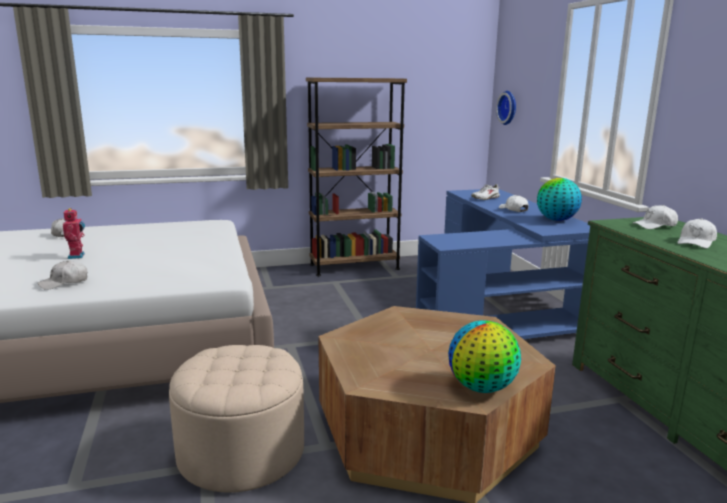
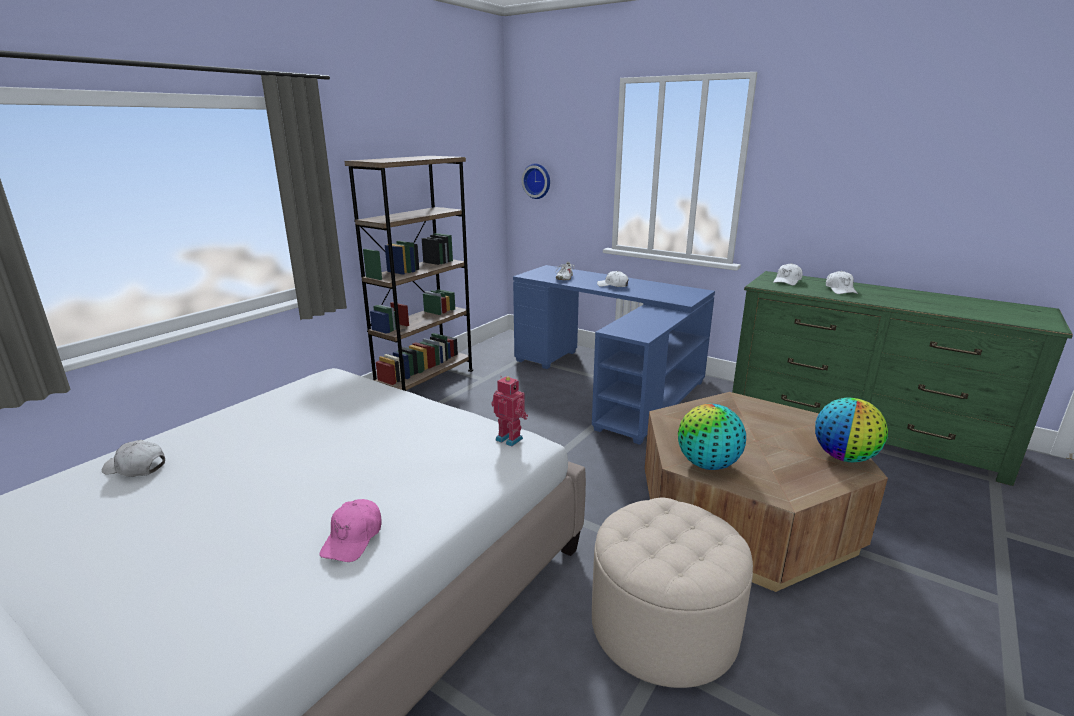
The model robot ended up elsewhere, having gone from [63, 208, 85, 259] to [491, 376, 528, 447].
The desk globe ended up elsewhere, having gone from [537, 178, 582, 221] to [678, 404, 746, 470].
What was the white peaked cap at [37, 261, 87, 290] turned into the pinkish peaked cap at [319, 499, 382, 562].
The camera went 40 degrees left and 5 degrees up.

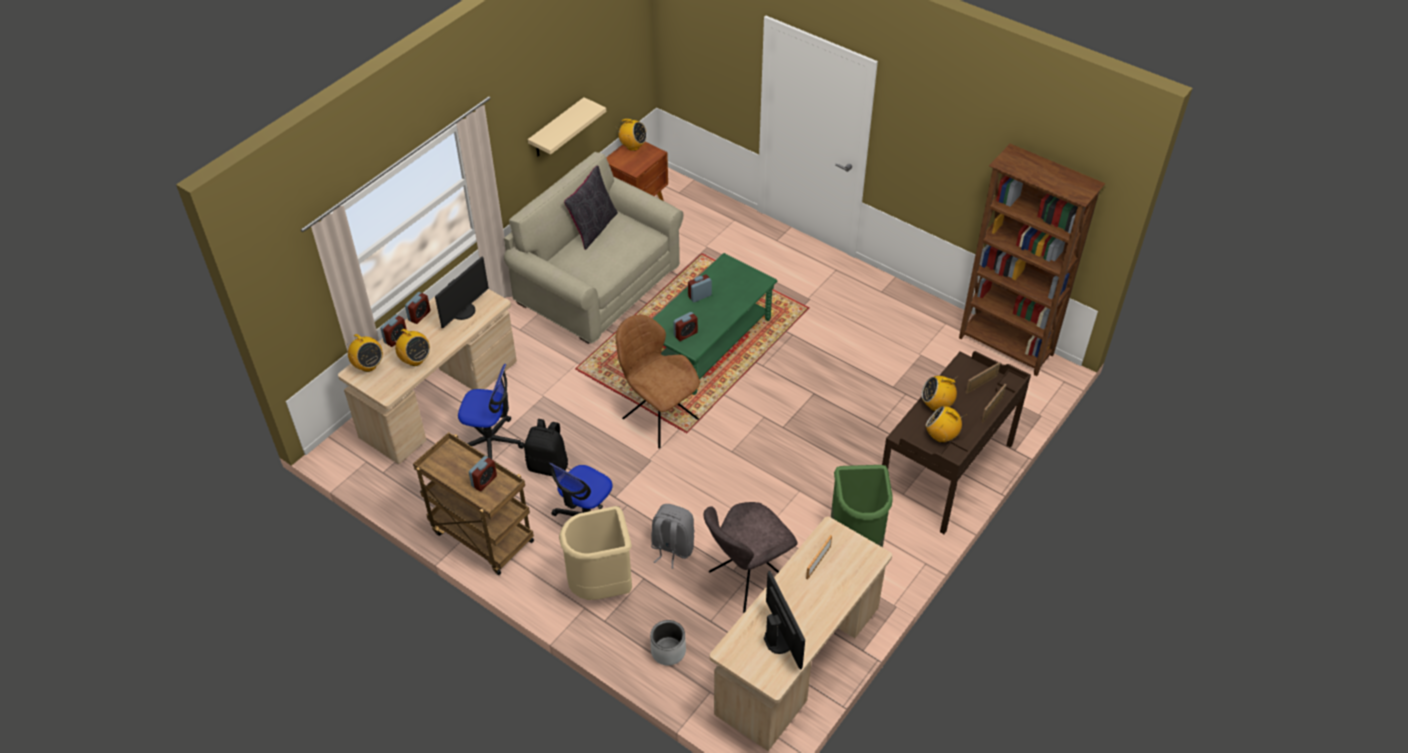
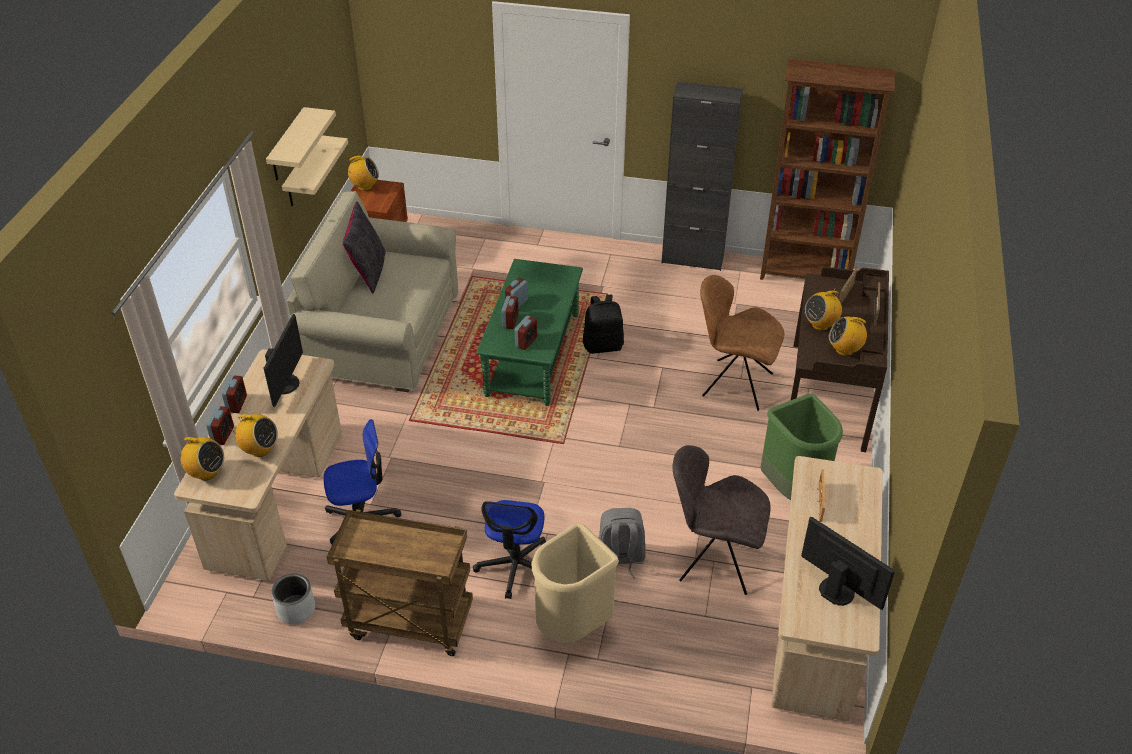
The second view gained the beige shelf at [266, 107, 336, 180].
The second view gained the black-coloured cabinet at [662, 82, 743, 271].
The bedside clock ended up elsewhere, having gone from [469, 456, 497, 491] to [502, 296, 519, 329].
The black-coloured rucksack ended up elsewhere, having gone from [524, 419, 568, 476] to [583, 295, 624, 354].
The brown plain chair ended up elsewhere, having gone from [615, 315, 700, 448] to [700, 275, 784, 411].
The grey plant pot ended up elsewhere, having gone from [650, 620, 686, 666] to [271, 574, 315, 624].
The grey plain chair at [703, 502, 798, 613] ended up facing another way, 75 degrees clockwise from before.
The camera went 25 degrees left and 5 degrees down.

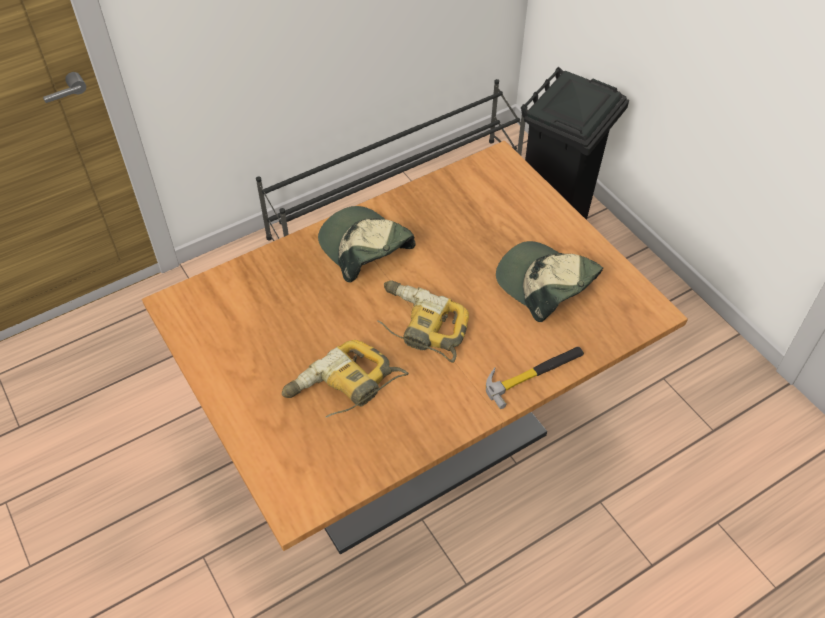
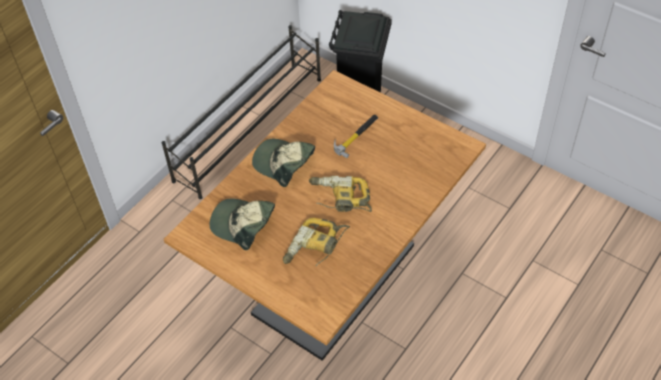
The hand hammer ended up elsewhere, having gone from [486, 347, 584, 409] to [334, 115, 378, 158].
The peaked cap ended up elsewhere, having gone from [496, 241, 603, 322] to [210, 198, 275, 250].
The camera went 20 degrees left and 0 degrees up.

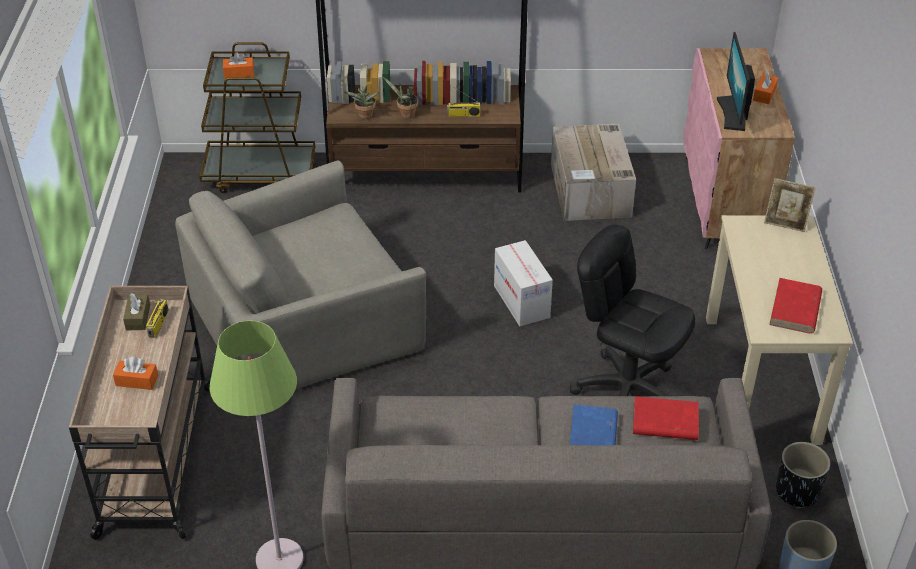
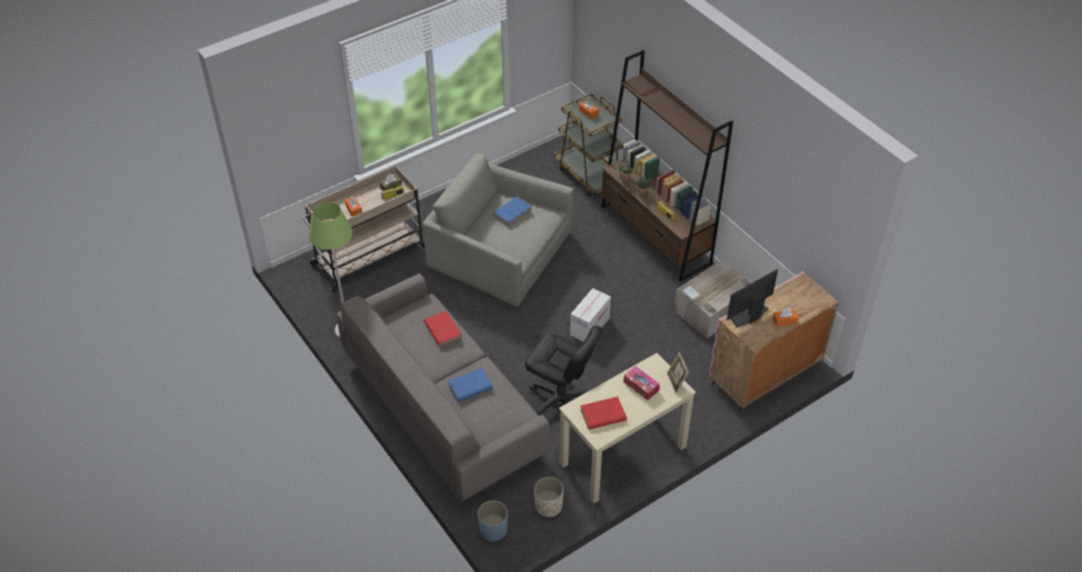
The second view gained the blue-coloured volume at [493, 196, 532, 226].
The second view gained the tissue box at [624, 366, 660, 400].
The reddish volume ended up elsewhere, having gone from [633, 396, 699, 440] to [424, 311, 462, 347].
What was the black-coloured plant pot at [776, 442, 830, 508] turned into the beige plant pot at [534, 477, 564, 517].
The black-coloured office chair at [570, 224, 695, 396] ended up facing another way, 120 degrees clockwise from before.
The camera went 55 degrees right and 5 degrees up.

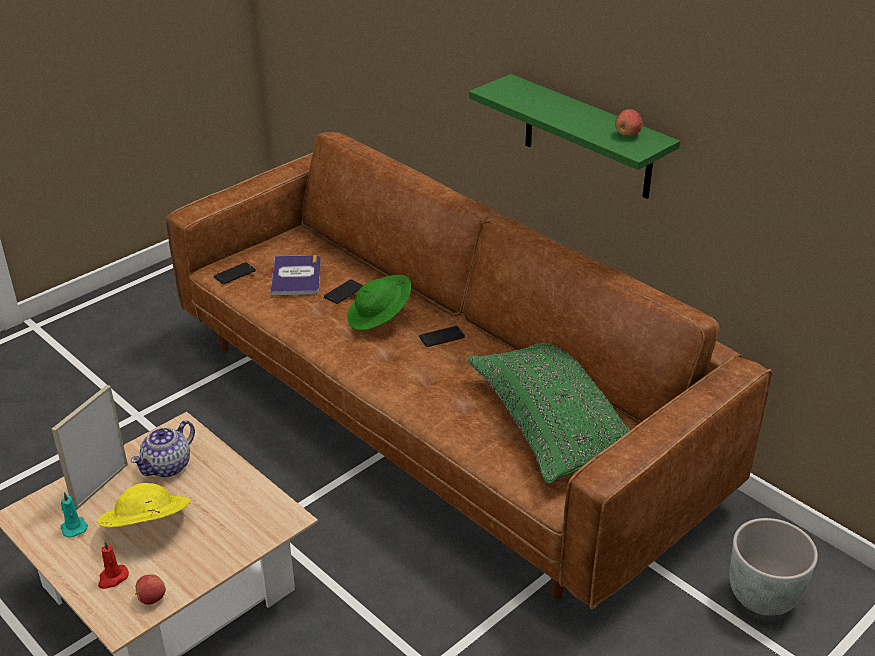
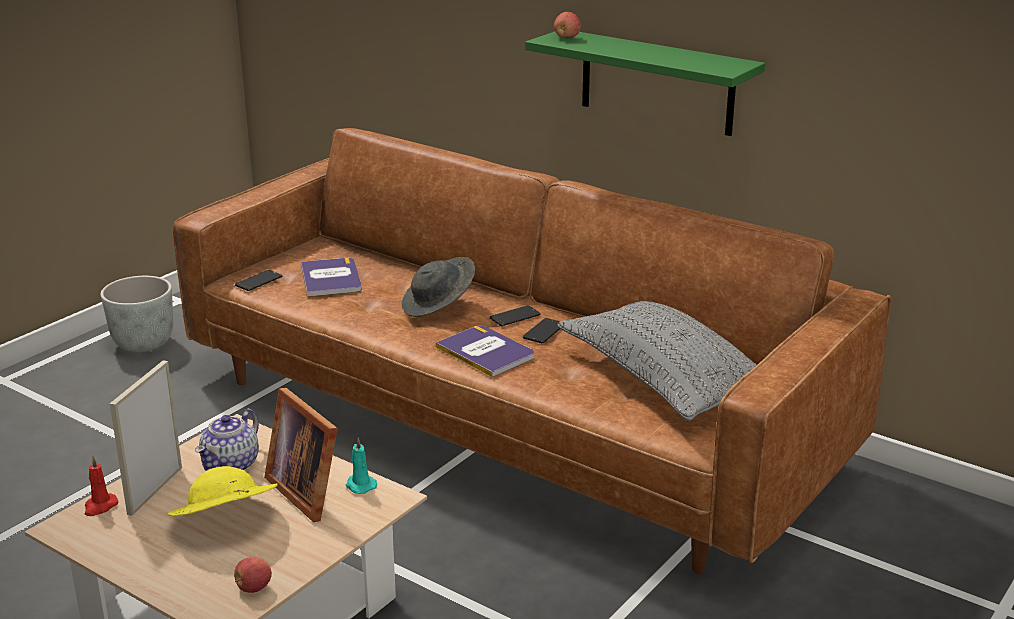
The second view gained the standing frame at [264, 388, 338, 522].
The second view gained the volume at [436, 325, 534, 377].
The turquoise wax light ended up elsewhere, having gone from [61, 492, 88, 537] to [345, 437, 377, 494].
The reddish wax light ended up elsewhere, having gone from [98, 541, 129, 589] to [85, 456, 118, 516].
The phone ended up elsewhere, having gone from [324, 280, 363, 304] to [523, 318, 560, 343].
The whole apple ended up elsewhere, having gone from [615, 109, 643, 136] to [554, 12, 581, 38].
The grey plant pot ended up elsewhere, having gone from [729, 518, 818, 616] to [100, 276, 173, 352].
What was the greenish clothing hat at [347, 275, 411, 331] turned into the grey clothing hat at [401, 257, 475, 317].
What was the greenish cushion at [468, 343, 630, 484] turned into the grey cushion at [557, 301, 757, 421].
The camera went 10 degrees left and 10 degrees down.

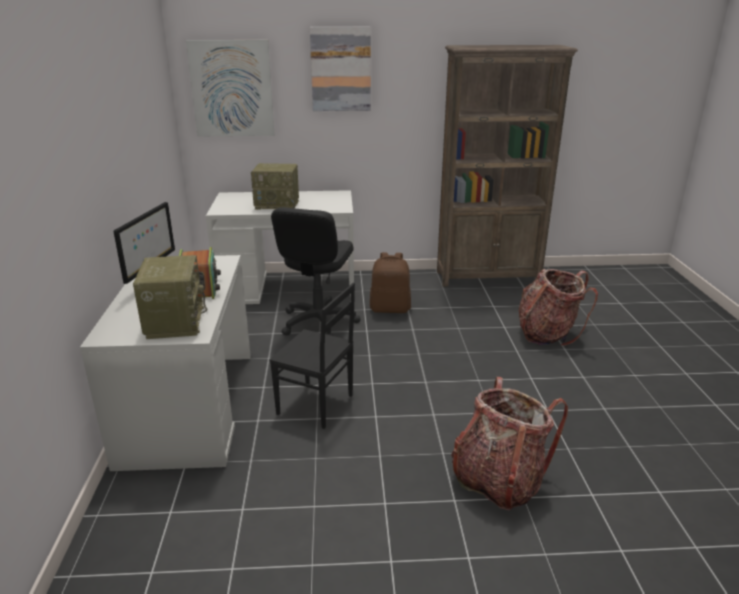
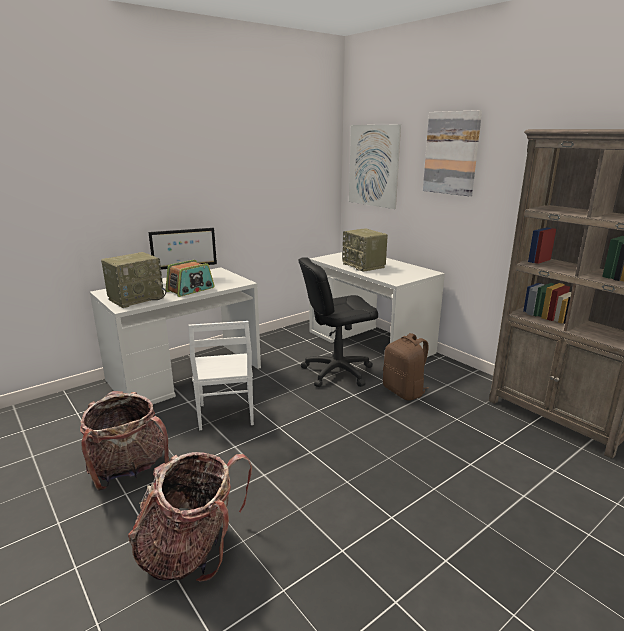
The rucksack ended up elsewhere, having gone from [519, 269, 598, 346] to [80, 391, 169, 491].
What was the black-coloured plain chair at [269, 283, 355, 429] turned into the white plain chair at [188, 321, 254, 431].
The camera went 55 degrees right and 5 degrees down.

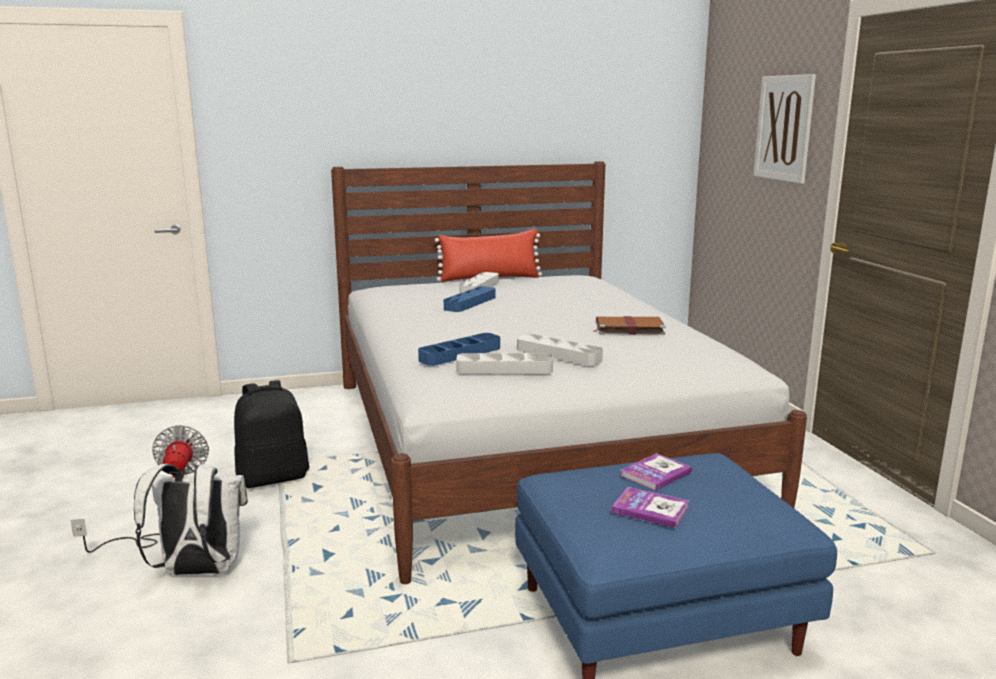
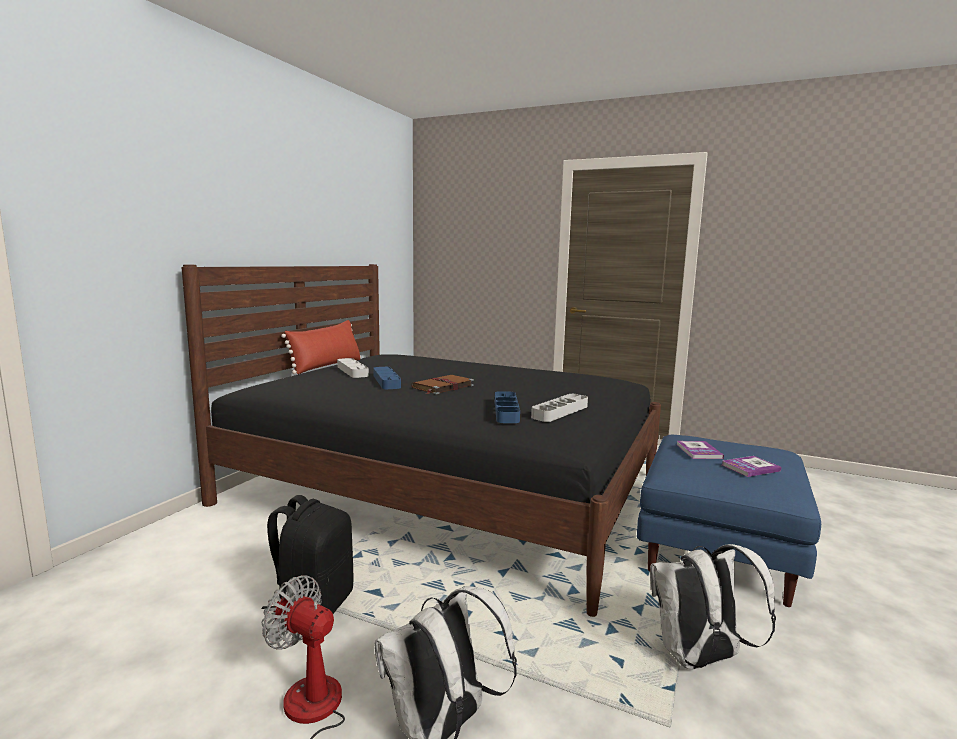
The second view lost the grey carrying tray at [517, 334, 603, 366].
The second view lost the wall art at [754, 74, 816, 184].
The second view gained the white rucksack at [650, 544, 776, 669].
The brown volume ended up elsewhere, having gone from [592, 316, 666, 335] to [411, 375, 474, 394].
What was the white sleeping bed at [331, 161, 807, 584] turned into the black-coloured sleeping bed at [181, 264, 661, 617].
The camera went 50 degrees left and 5 degrees down.

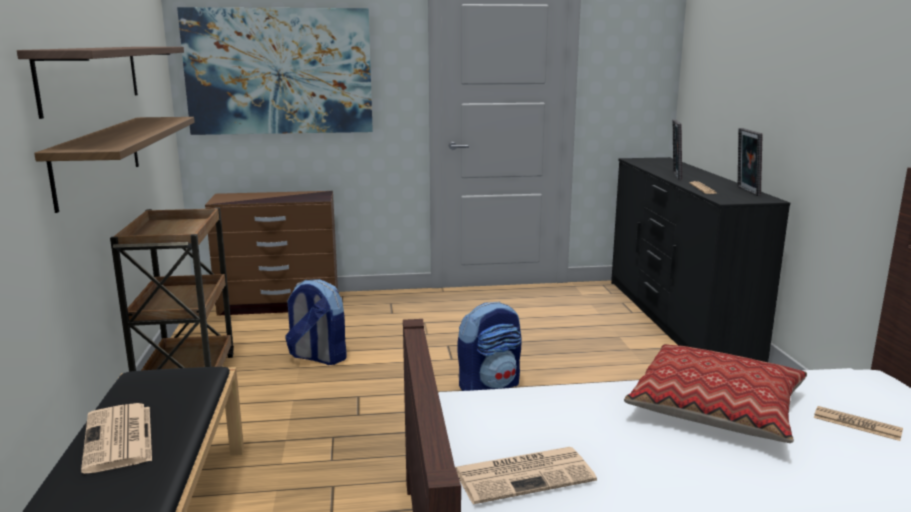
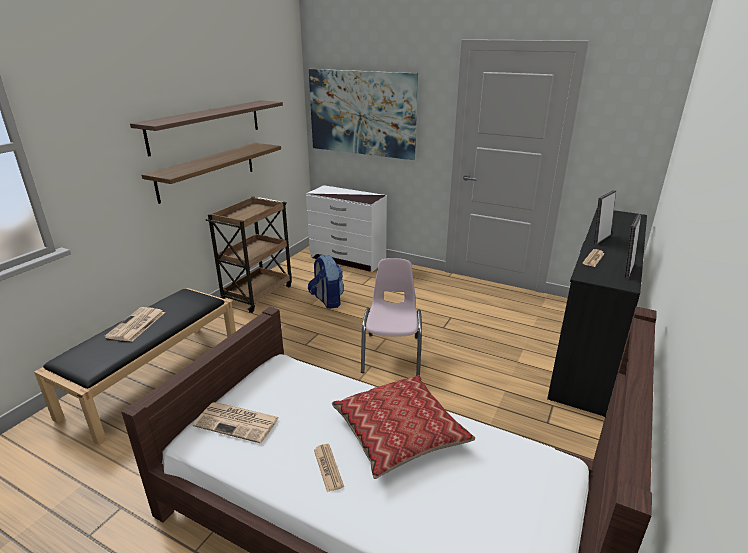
The daily paper ended up elsewhere, having gone from [814, 406, 903, 441] to [314, 444, 344, 492].
Where the rucksack stood at [458, 301, 522, 391], the pinkish plain chair came to stand at [361, 258, 422, 376].
What was the brown chest of drawers at [205, 191, 338, 316] turned into the white chest of drawers at [306, 185, 387, 272].
The camera went 35 degrees right and 10 degrees up.

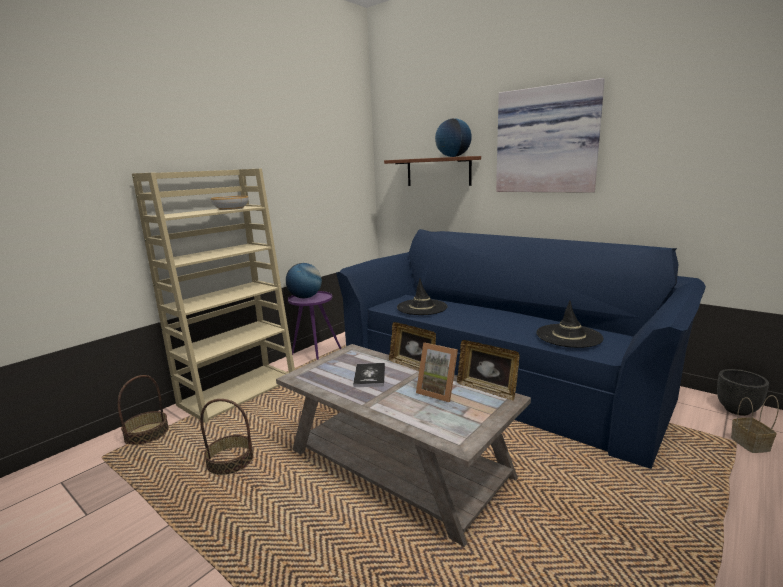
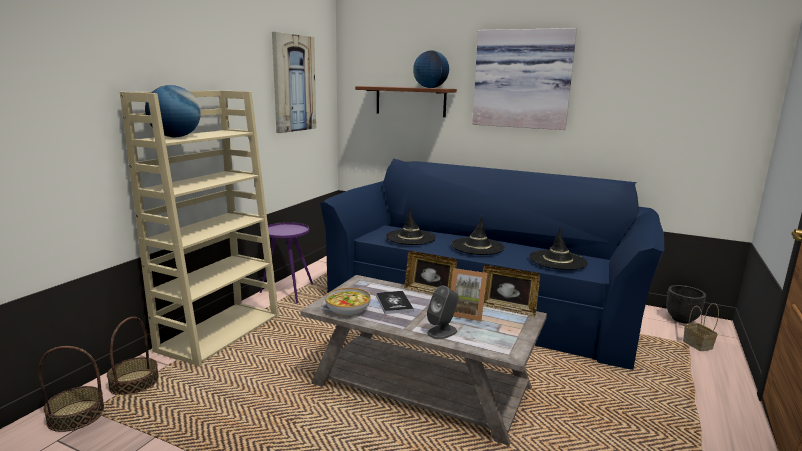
The second view gained the wall art at [272, 32, 316, 133].
The second view gained the grey audio speaker at [427, 286, 459, 339].
The second view gained the black-coloured clothing hat at [451, 216, 505, 255].
The household basket ended up elsewhere, having gone from [200, 399, 253, 475] to [38, 346, 105, 432].
The bowl ended up elsewhere, having gone from [211, 196, 249, 210] to [325, 288, 371, 317].
The desk globe ended up elsewhere, having gone from [286, 263, 322, 298] to [145, 85, 201, 137].
The camera went 15 degrees left and 0 degrees up.

